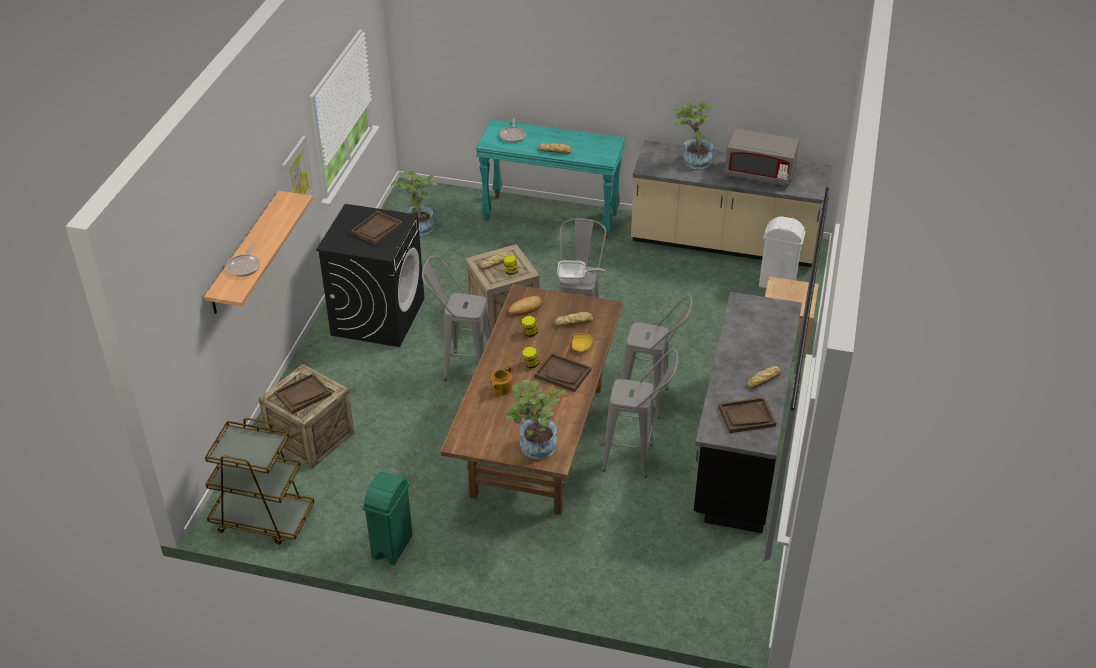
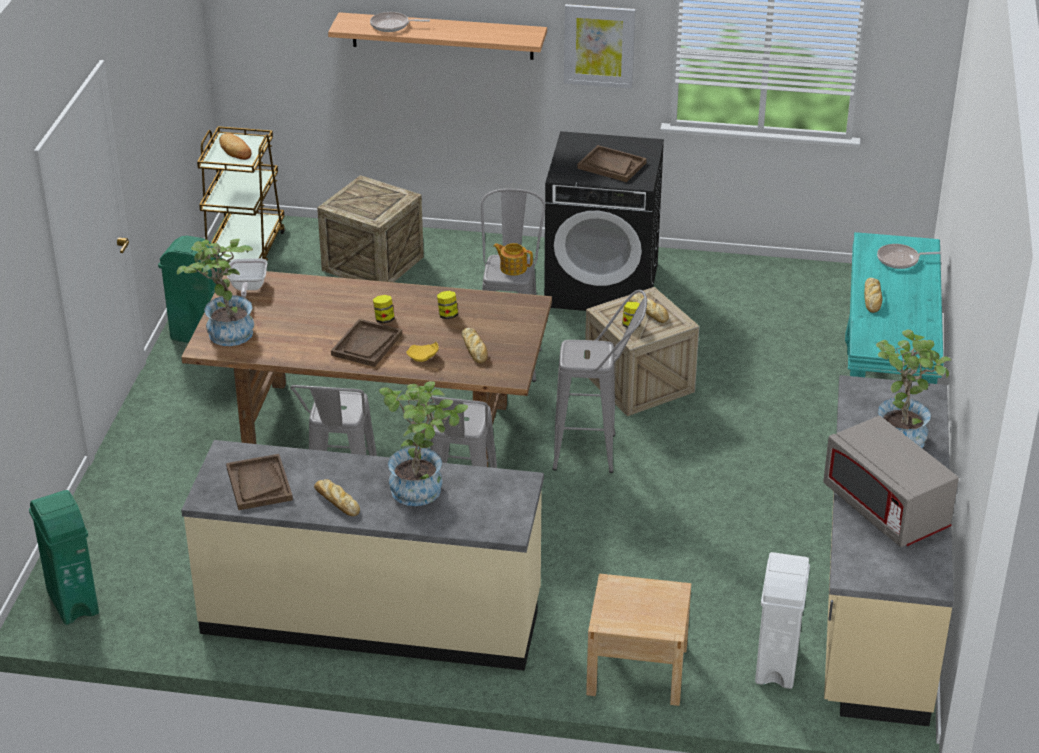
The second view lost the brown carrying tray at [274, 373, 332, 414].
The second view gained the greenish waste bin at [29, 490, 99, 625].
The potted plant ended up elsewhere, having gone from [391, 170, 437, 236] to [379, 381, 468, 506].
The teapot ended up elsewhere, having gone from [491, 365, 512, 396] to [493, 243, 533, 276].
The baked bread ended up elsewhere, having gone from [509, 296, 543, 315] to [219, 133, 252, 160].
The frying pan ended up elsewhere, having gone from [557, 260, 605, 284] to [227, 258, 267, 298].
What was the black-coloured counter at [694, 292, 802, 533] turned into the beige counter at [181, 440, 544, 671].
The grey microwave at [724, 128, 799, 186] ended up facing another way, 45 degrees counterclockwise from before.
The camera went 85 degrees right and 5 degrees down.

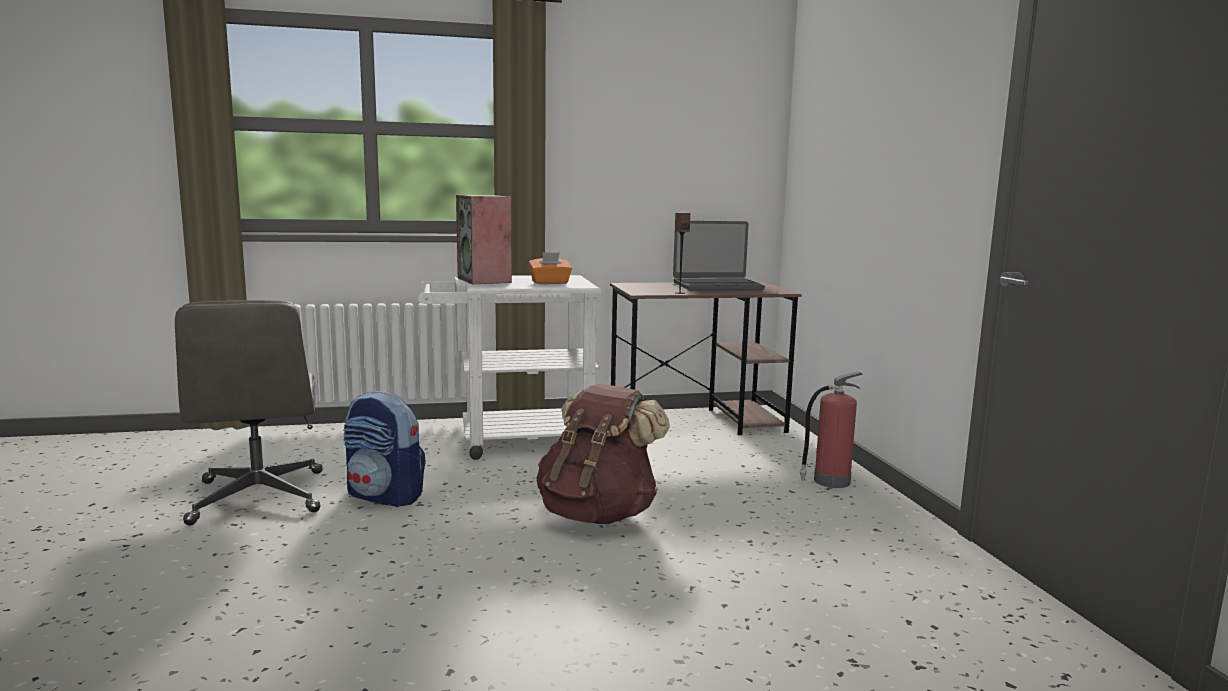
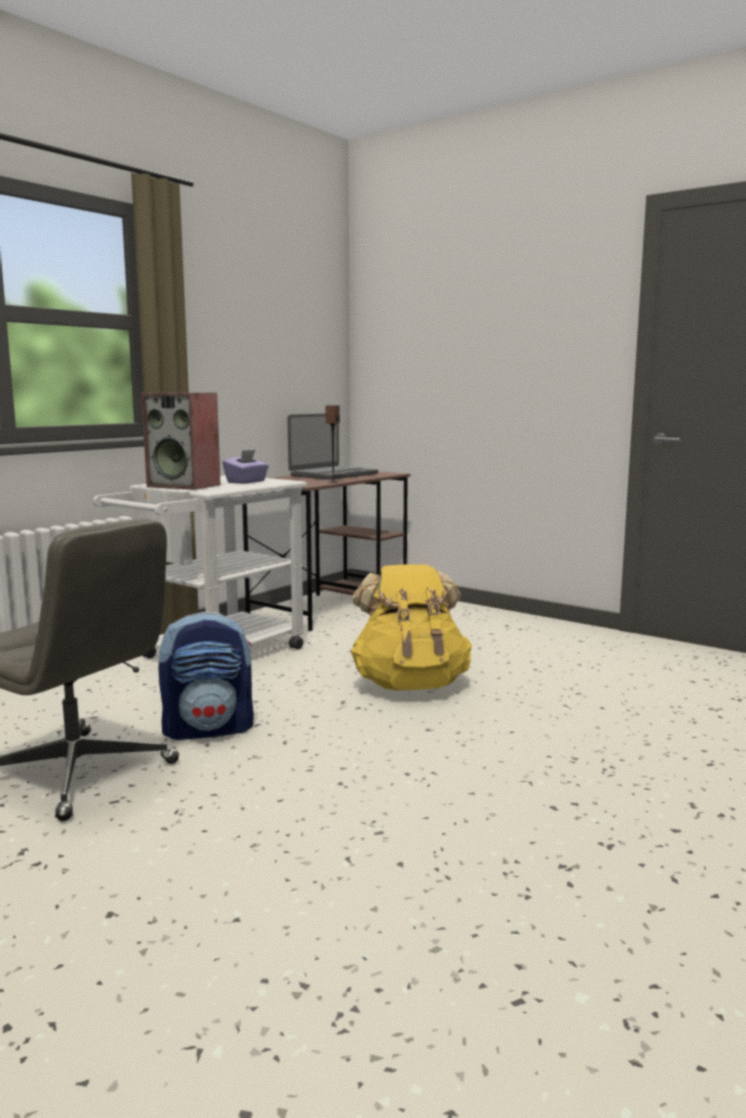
The second view lost the fire-fighting cylinder at [799, 371, 863, 488].
What was the orangey tissue box at [529, 252, 572, 284] turned into the purple tissue box at [223, 450, 269, 484].
What was the brown rucksack at [536, 384, 670, 524] turned into the yellowish rucksack at [350, 564, 472, 690].
The camera went 40 degrees left and 0 degrees up.

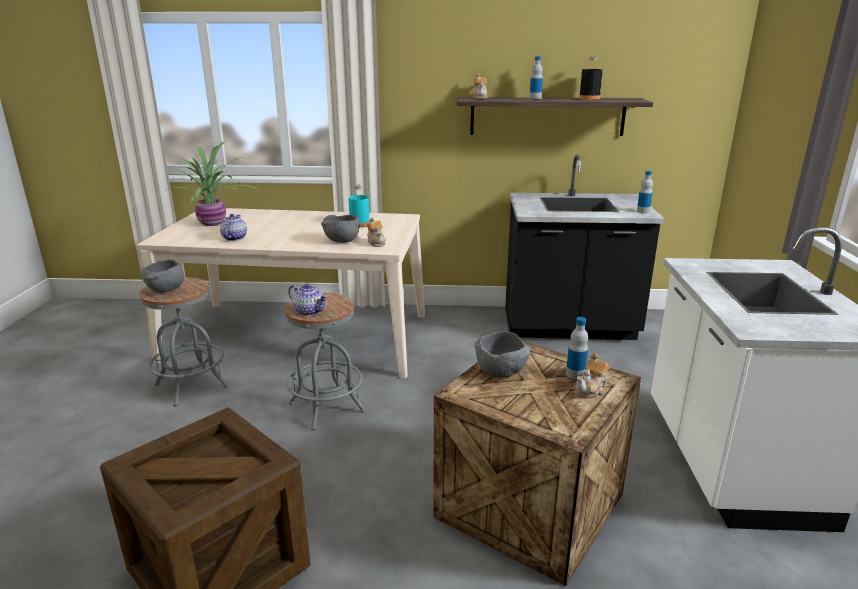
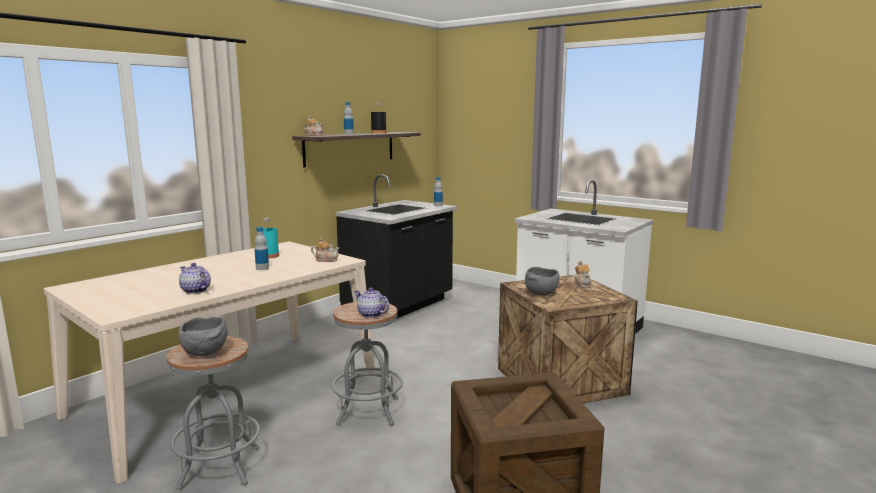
The second view lost the potted plant at [167, 142, 258, 226].
The second view lost the grey bowl at [321, 214, 360, 243].
The bottle ended up elsewhere, having gone from [566, 317, 588, 379] to [254, 227, 269, 270].
The teapot at [288, 283, 328, 316] ended up facing another way, 120 degrees counterclockwise from before.
The camera went 55 degrees left and 10 degrees down.

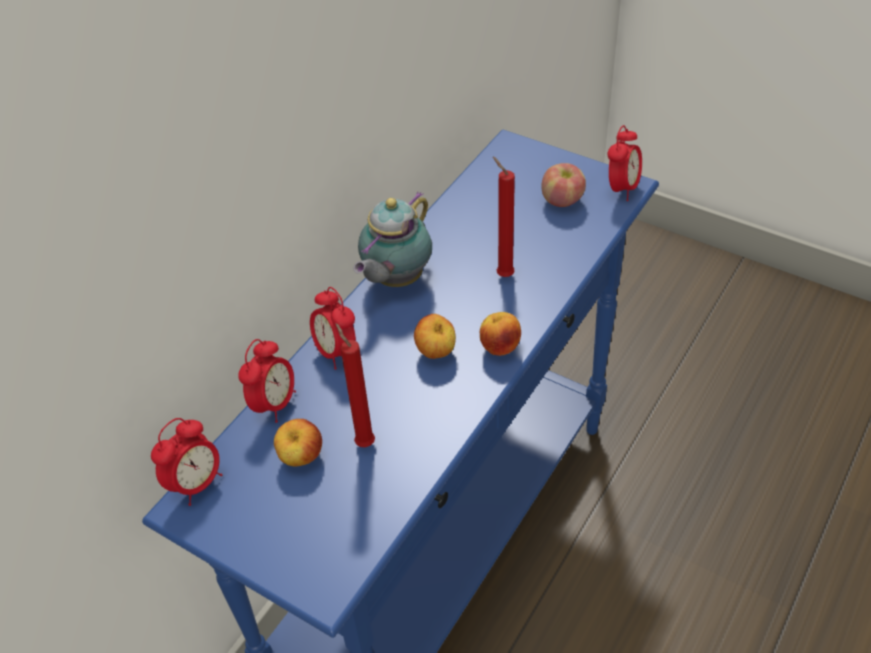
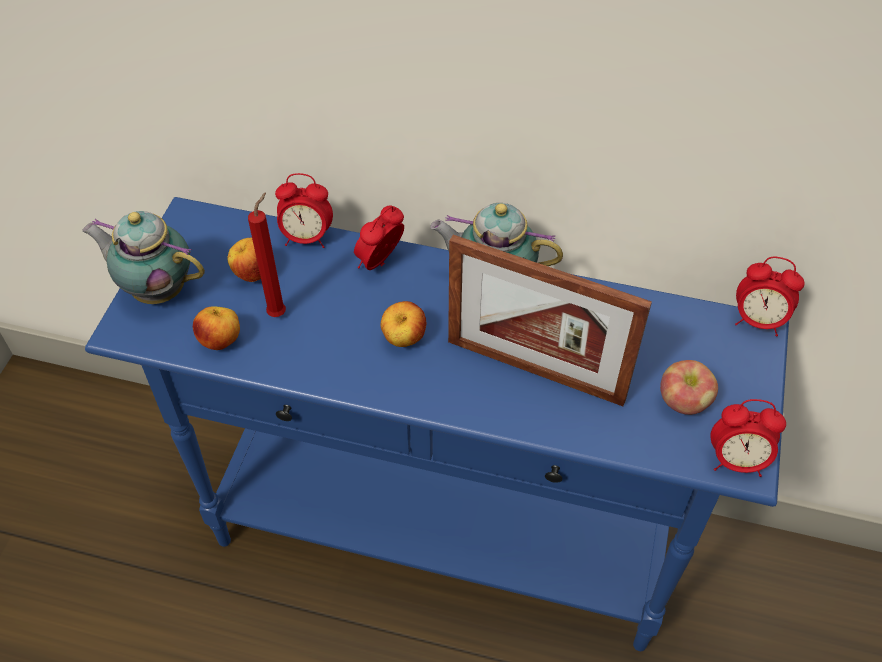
The second view gained the teapot at [82, 211, 205, 304].
The bedside clock ended up elsewhere, having gone from [151, 418, 222, 506] to [735, 257, 805, 336].
The whole apple ended up elsewhere, having gone from [480, 312, 521, 356] to [193, 306, 240, 350].
Where the reddish wax light stood at [493, 157, 515, 277], the standing frame came to stand at [448, 235, 652, 406].
The camera went 70 degrees right and 5 degrees up.

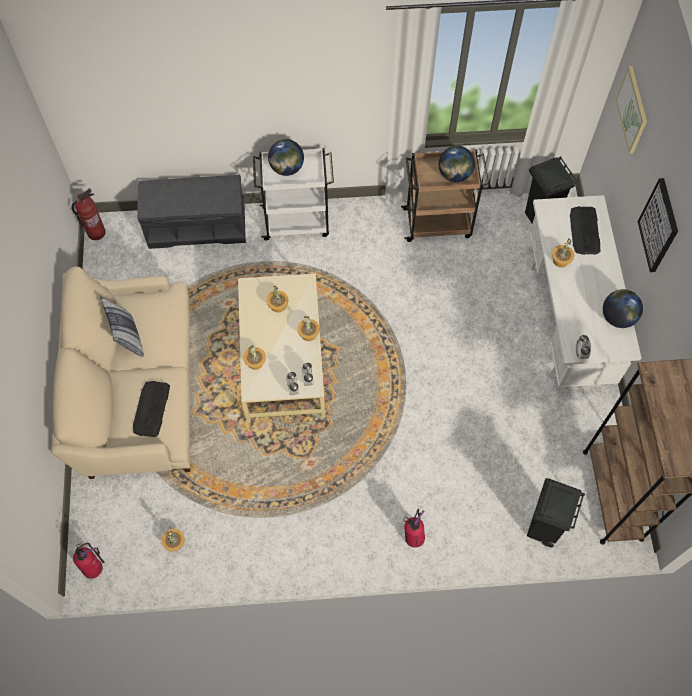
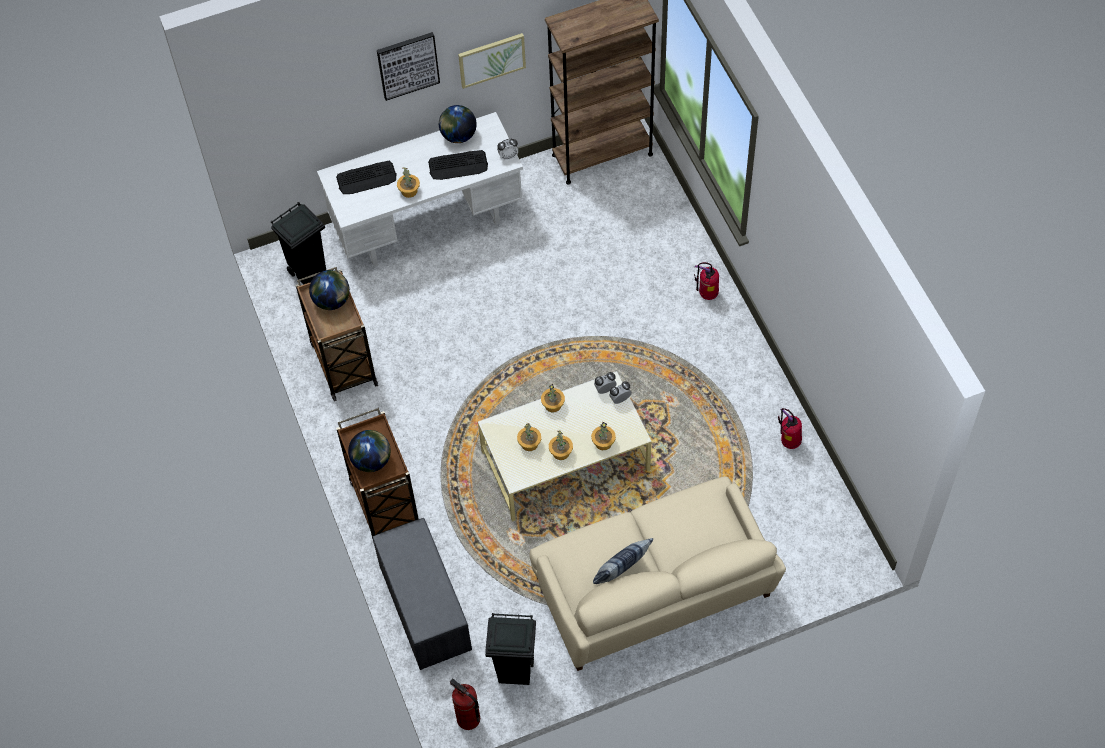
The fire-fighting cylinder ended up elsewhere, having gone from [73, 543, 104, 579] to [778, 408, 802, 449].
The computer keyboard ended up elsewhere, having gone from [133, 381, 170, 437] to [428, 150, 488, 180].
The potted plant ended up elsewhere, having gone from [162, 528, 185, 552] to [549, 431, 573, 460].
The black-coloured waste bin ended up elsewhere, having gone from [527, 478, 585, 548] to [485, 613, 536, 685].
The wall art ended up elsewhere, having gone from [616, 66, 647, 154] to [458, 33, 526, 89].
What was the white wheeled cart at [253, 148, 334, 241] turned into the brown wheeled cart at [336, 408, 419, 543].
The camera went 105 degrees left and 5 degrees down.

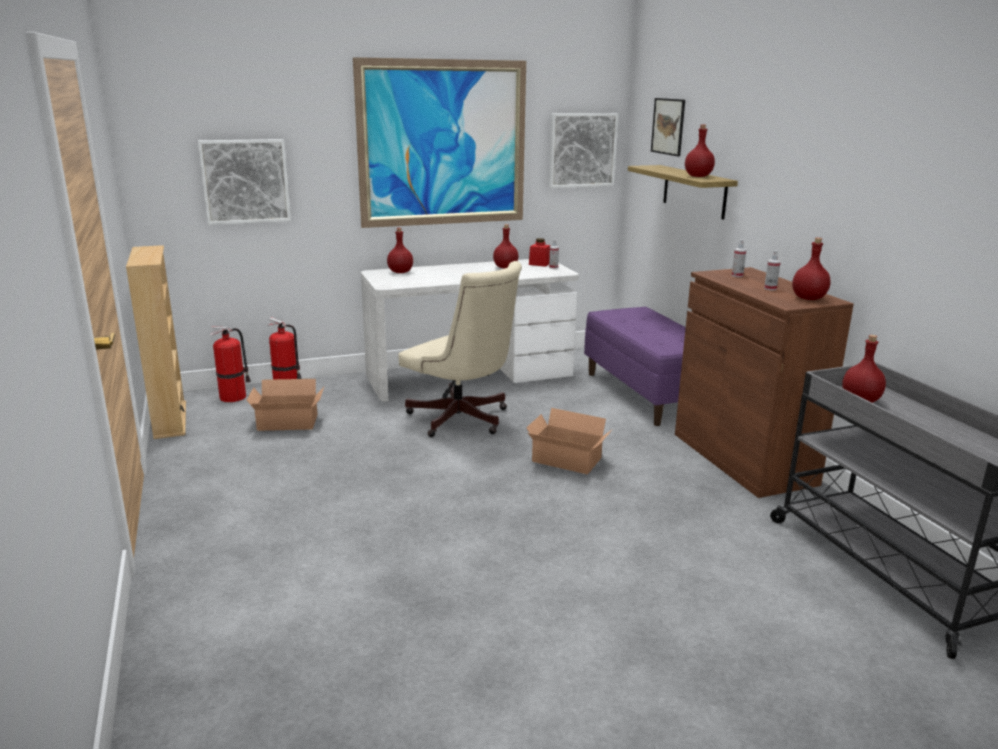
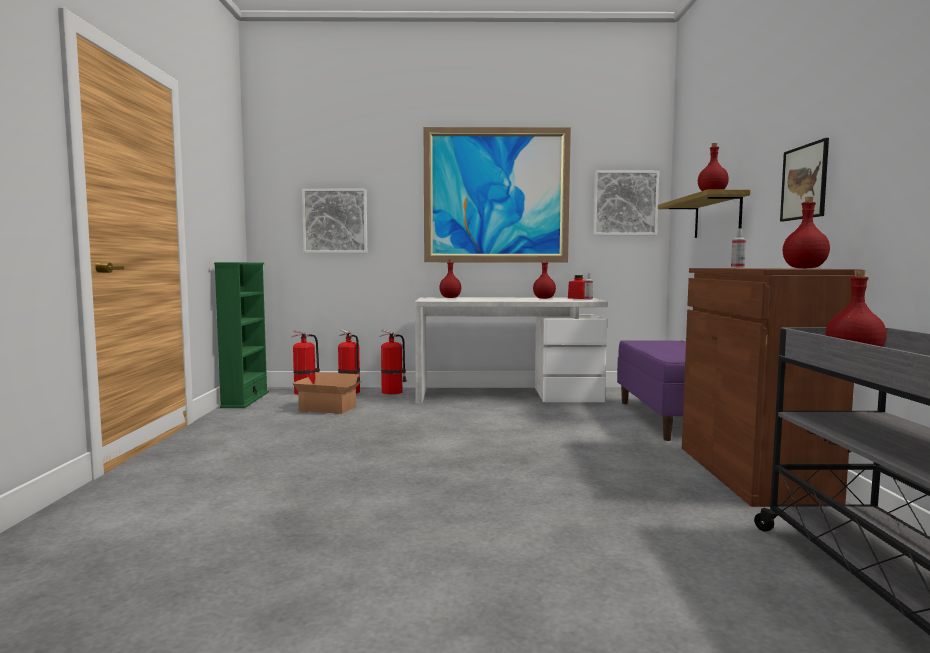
The second view lost the beige office chair at [398, 261, 522, 437].
The second view lost the cardboard box at [526, 408, 612, 475].
The second view lost the hand sprayer at [764, 250, 781, 290].
The second view gained the fire-fighting cylinder at [380, 330, 407, 394].
The wall art ended up elsewhere, having gone from [651, 98, 685, 156] to [780, 138, 829, 222].
What was the beige bookshelf at [126, 245, 186, 439] turned into the greenish bookshelf at [214, 262, 269, 408].
The camera went 20 degrees right and 15 degrees down.

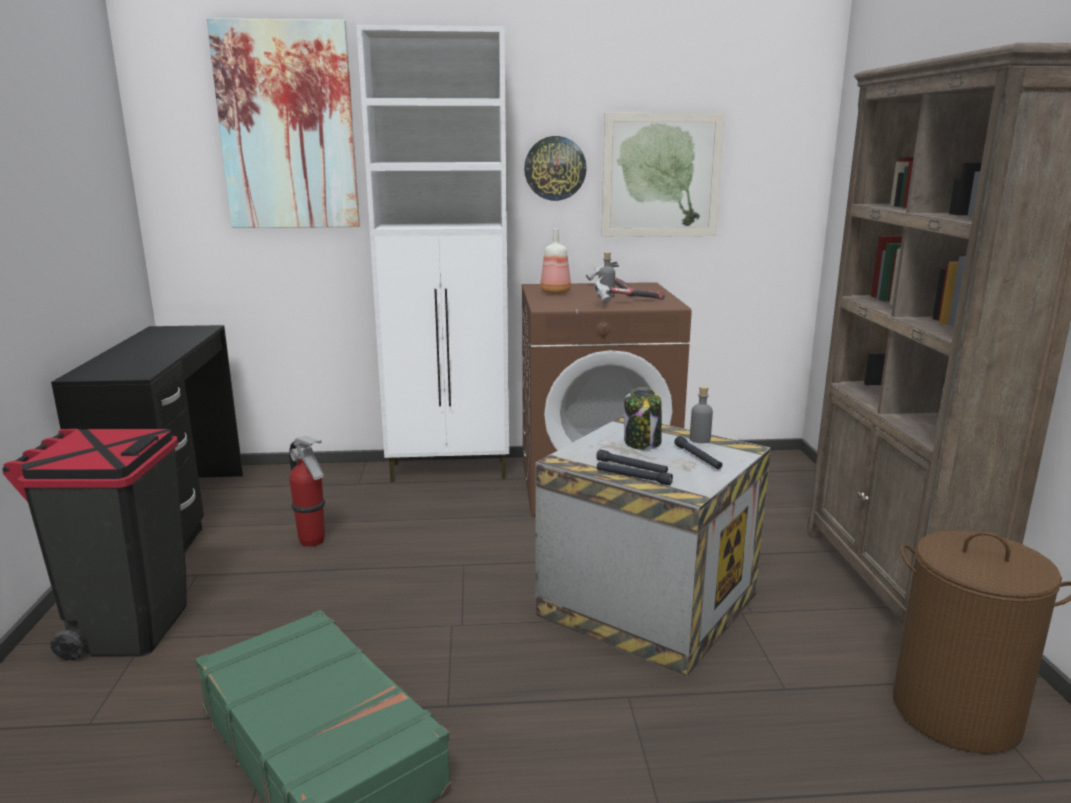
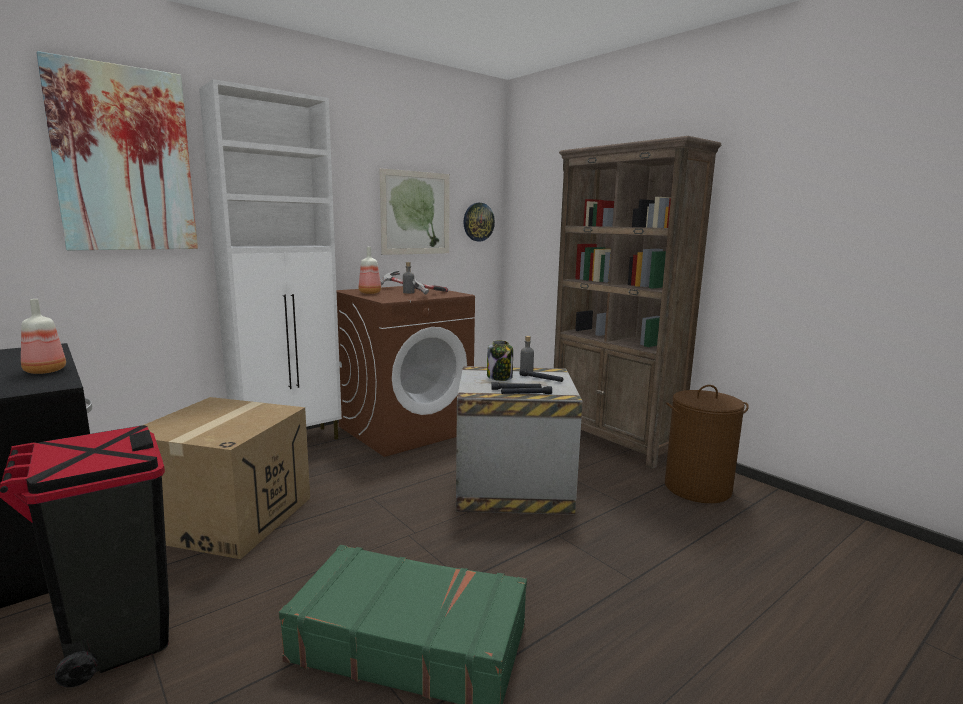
The second view gained the bottle at [21, 299, 66, 374].
The wall clock ended up elsewhere, having gone from [524, 136, 587, 201] to [463, 203, 495, 241].
Where the fire-fighting cylinder stood at [289, 436, 325, 547], the cardboard box came to stand at [144, 397, 310, 559].
The camera went 35 degrees left and 5 degrees down.

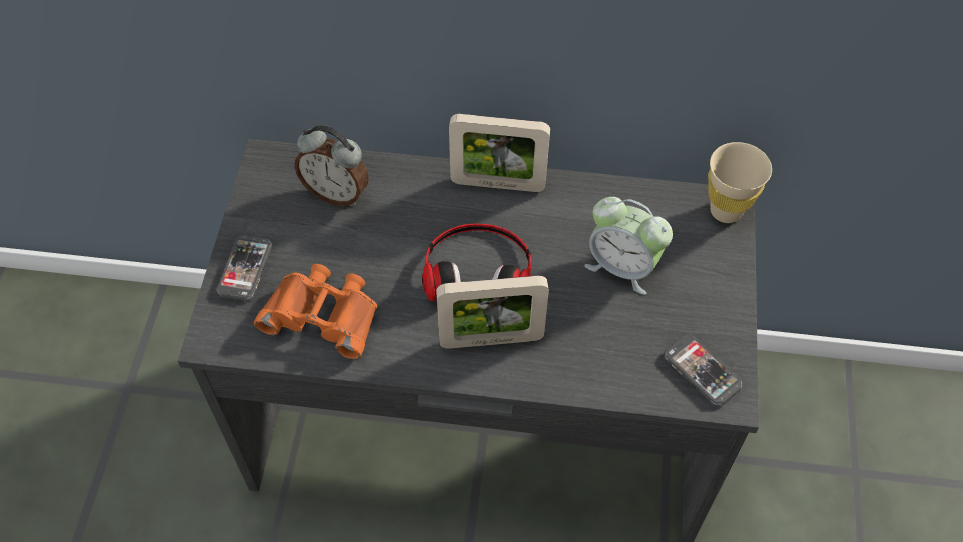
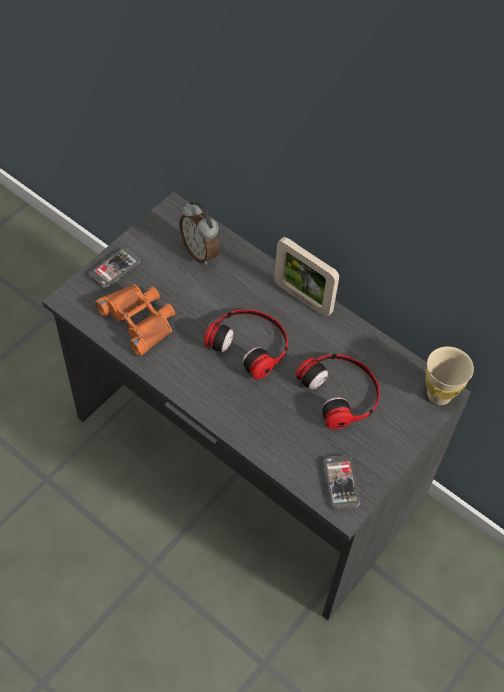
The second view lost the standing frame at [436, 276, 549, 349].
Where the bedside clock stood at [584, 197, 673, 295], the headset came to stand at [296, 354, 380, 429].
The camera went 30 degrees right and 0 degrees up.

